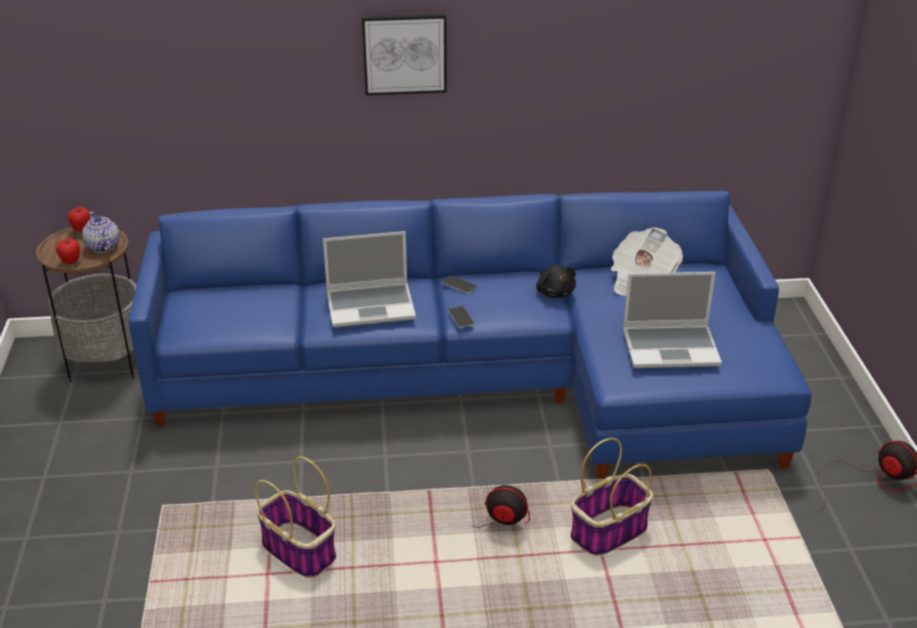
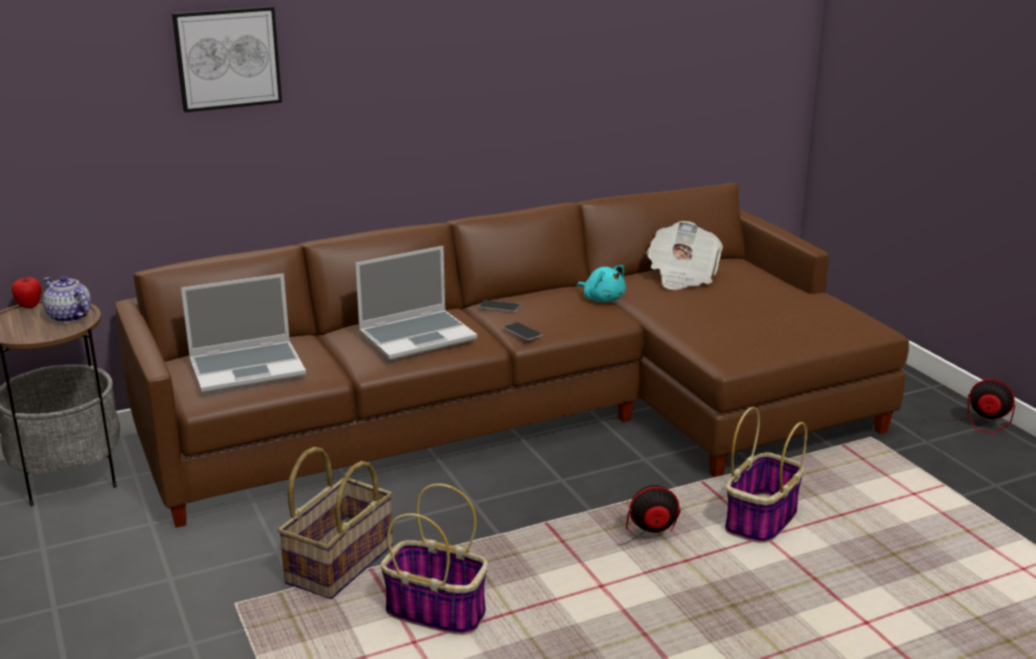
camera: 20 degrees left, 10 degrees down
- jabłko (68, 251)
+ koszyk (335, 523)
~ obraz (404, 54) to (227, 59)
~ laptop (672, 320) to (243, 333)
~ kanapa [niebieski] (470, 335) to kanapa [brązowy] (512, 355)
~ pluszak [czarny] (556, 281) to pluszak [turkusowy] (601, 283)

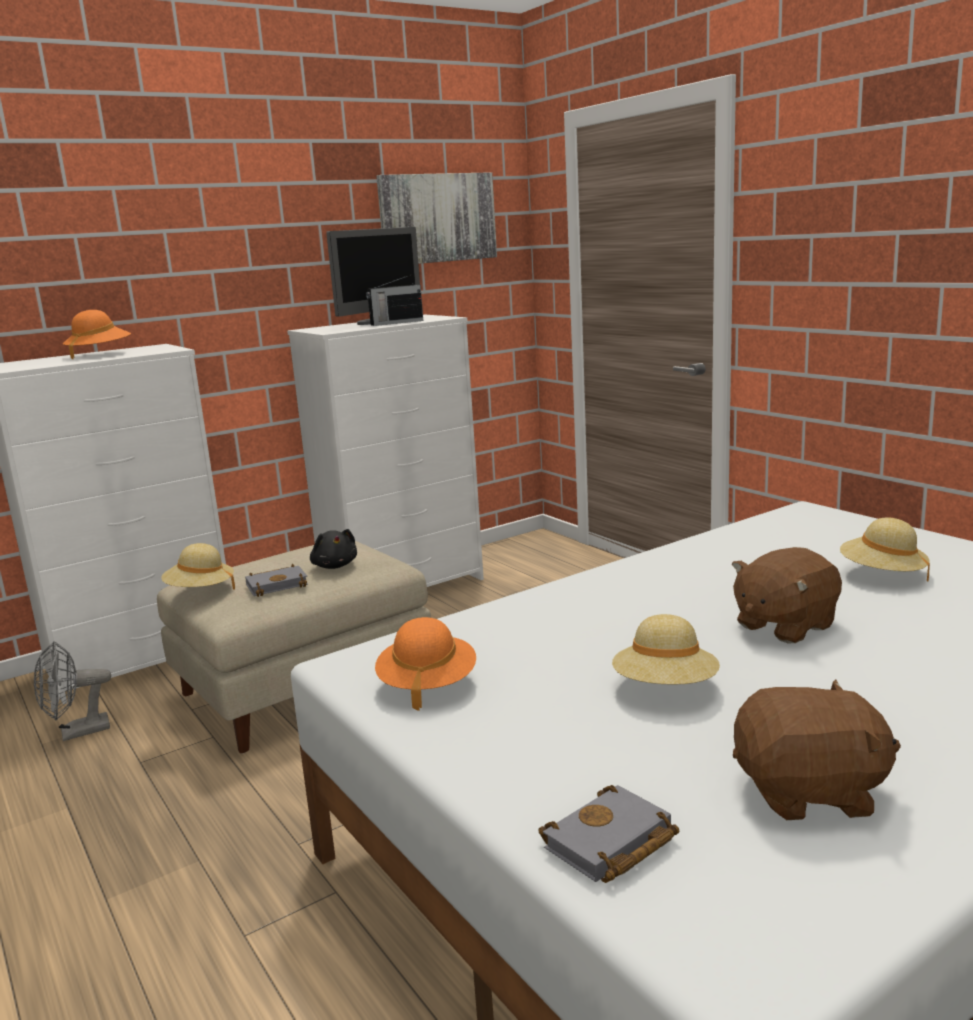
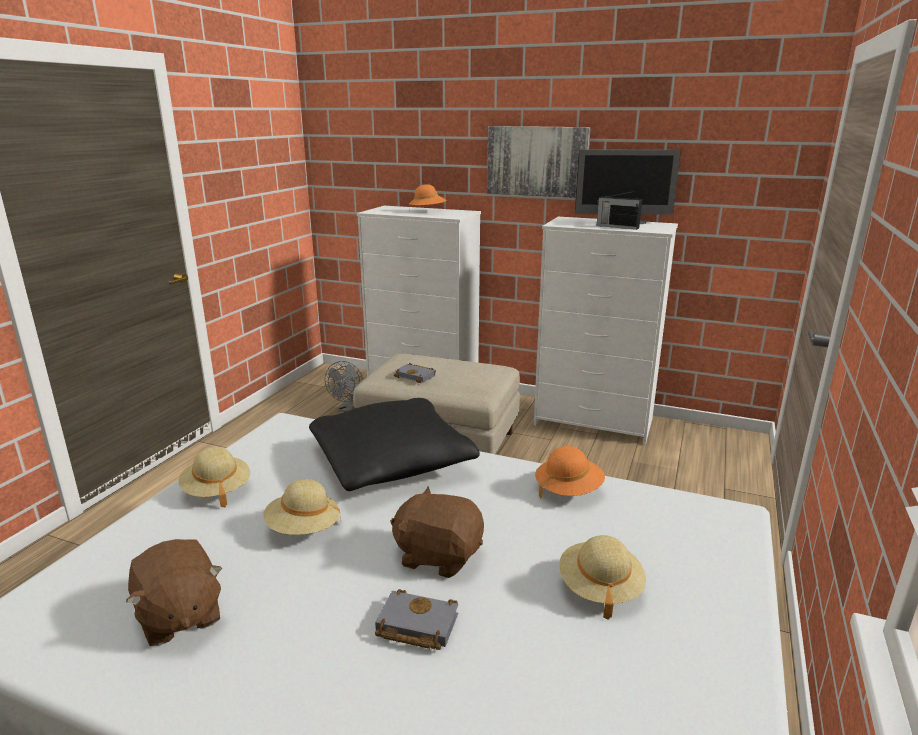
camera: 55 degrees right, 5 degrees up
- pluszak [czarny] (333, 549)
+ poduszka [czarny] (394, 444)
~ kapelusz [beżowy] (198, 566) to (214, 477)
~ kapelusz [pomarańczowy] (425, 664) to (570, 472)
~ obraz (436, 218) to (539, 162)
~ książka [szary] (609, 834) to (416, 619)
~ wentylator [szary] (72, 691) = (344, 386) 105 degrees counterclockwise

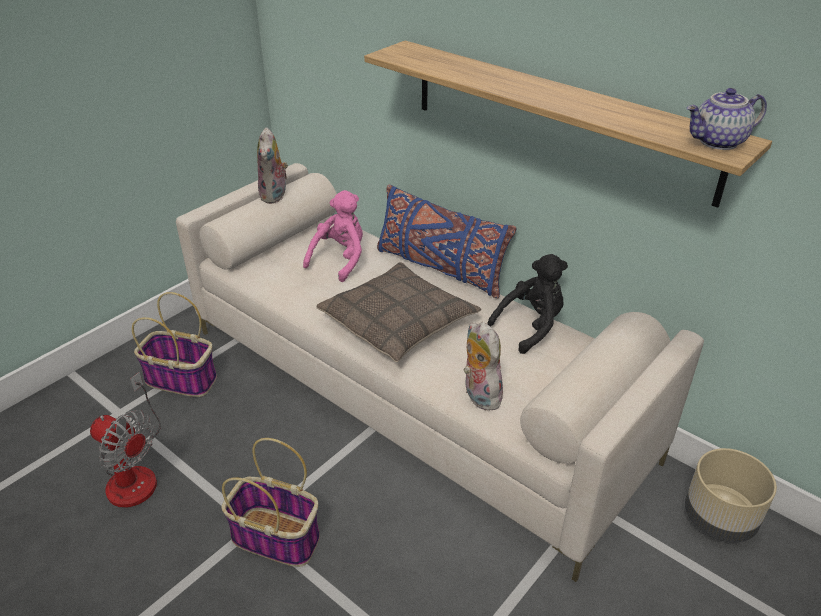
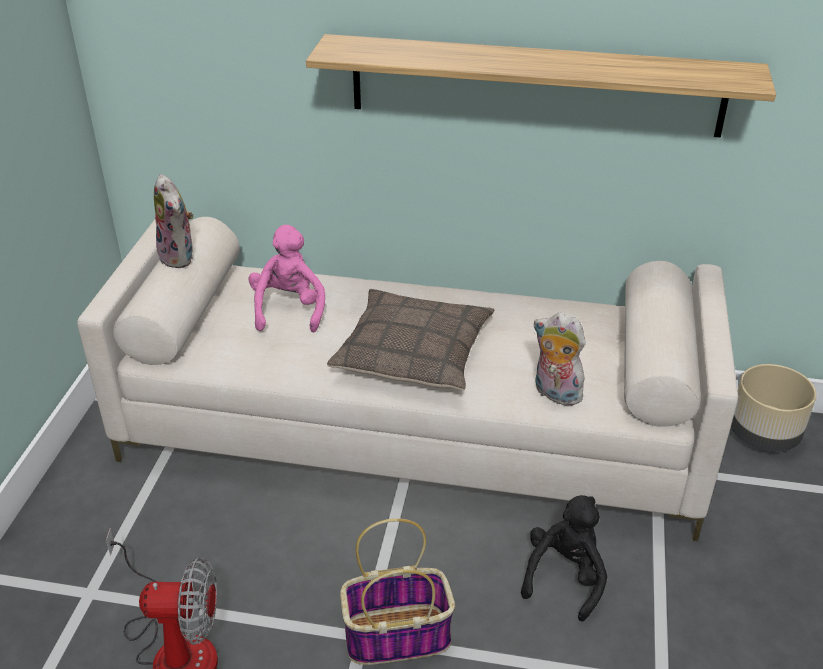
camera: 30 degrees left, 0 degrees up
- koszyk (174, 344)
- poduszka [niebieski] (447, 242)
- imbryk (726, 119)
~ pluszak [czarny] (527, 304) to (564, 558)

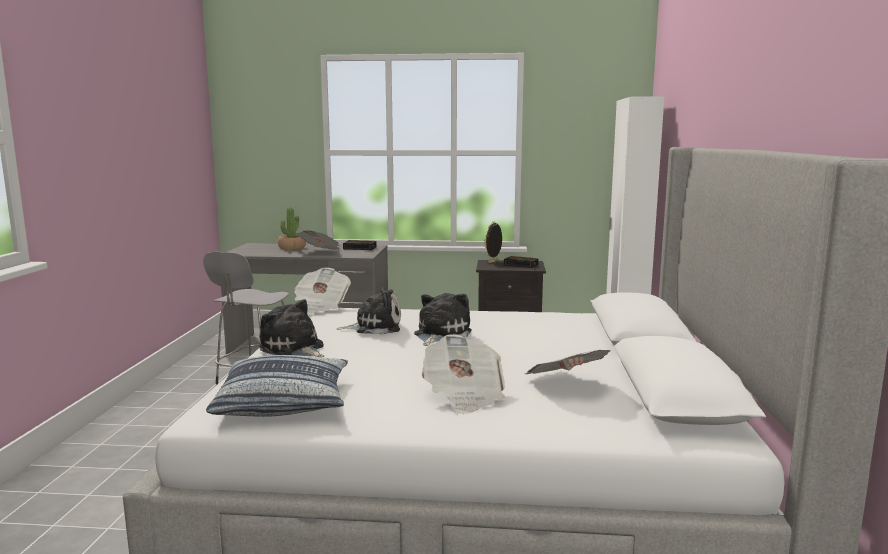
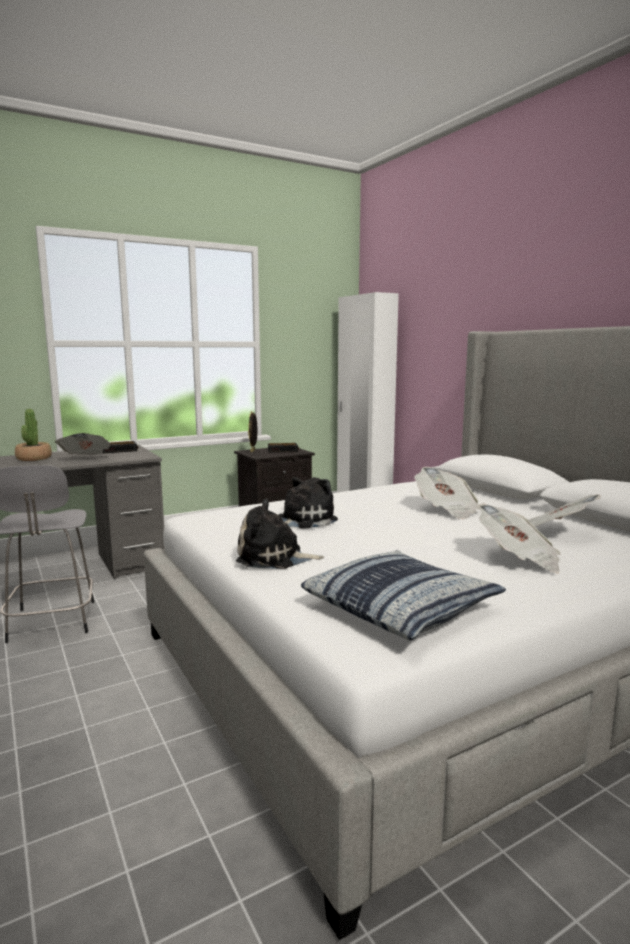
camera: 35 degrees left, 0 degrees up
- pluszak (443, 319)
~ gazeta (322, 291) to (447, 493)

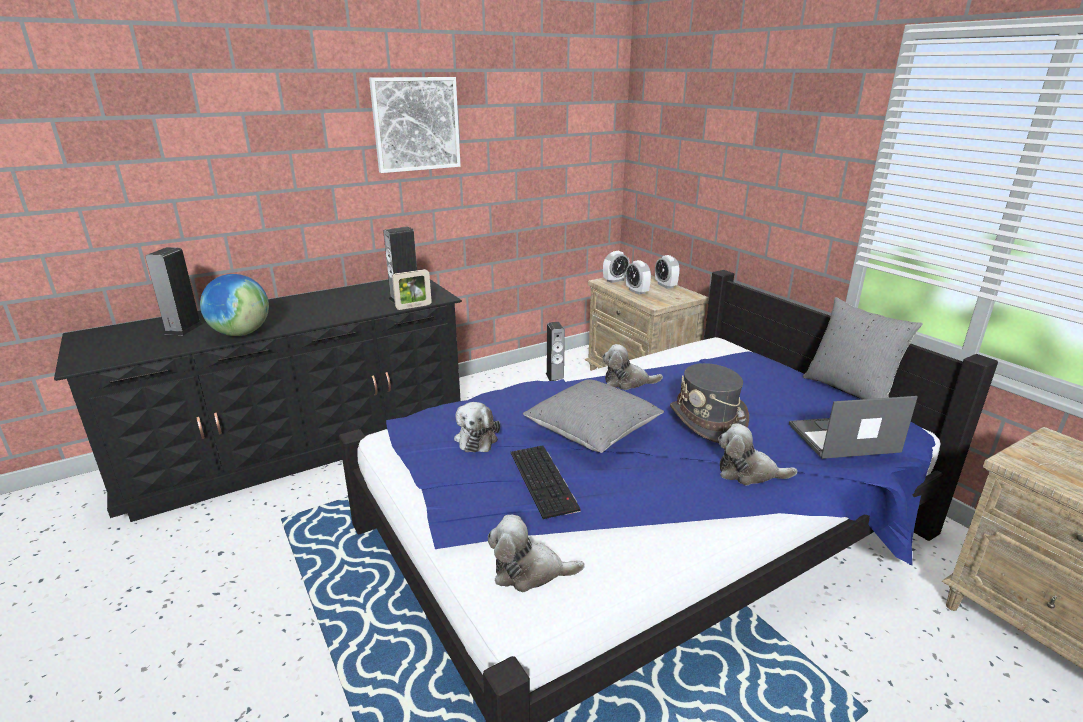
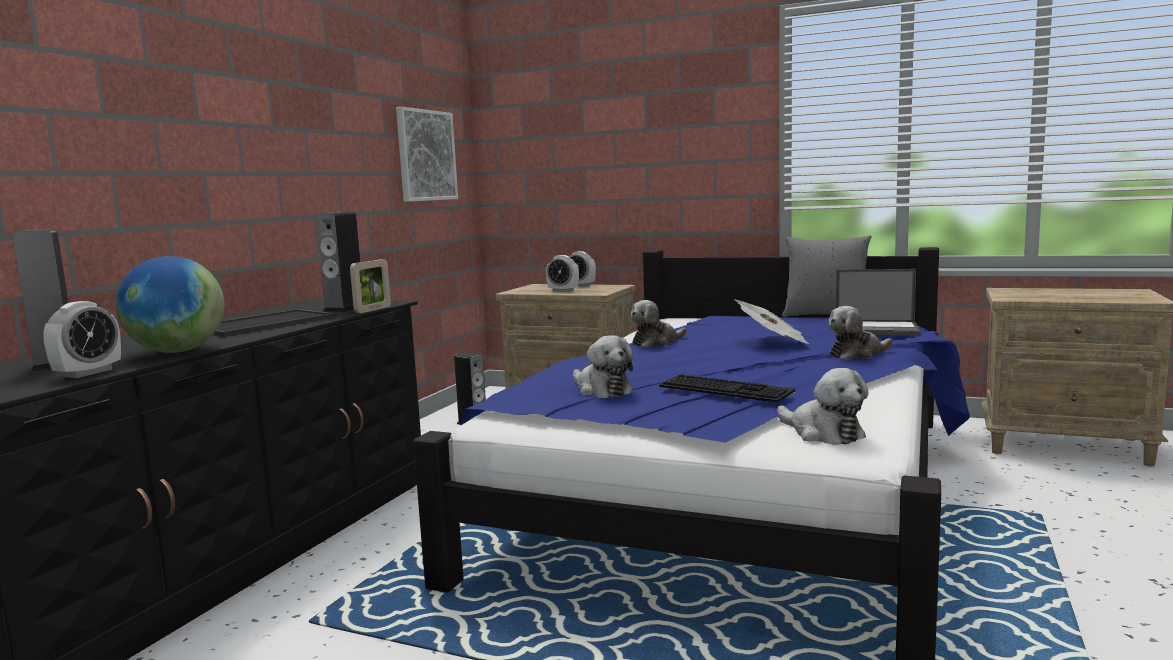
camera: 35 degrees left, 15 degrees down
- poduszka [szary] (593, 416)
+ taca (274, 323)
~ obraz (415, 125) to (427, 154)
~ budzik (616, 267) to (82, 339)
~ kapelusz [szary] (709, 403) to gazeta (771, 321)
~ pluszak (536, 553) = (823, 406) 90 degrees counterclockwise
~ laptop (853, 427) = (878, 302) 120 degrees counterclockwise

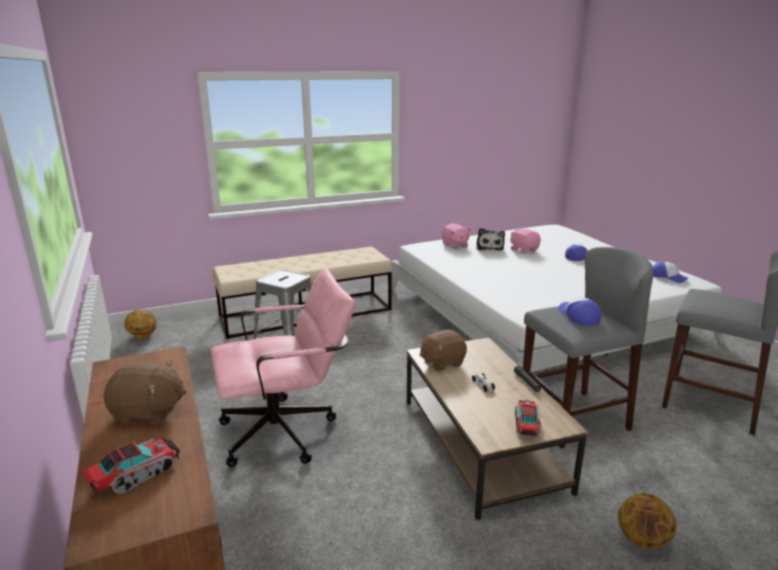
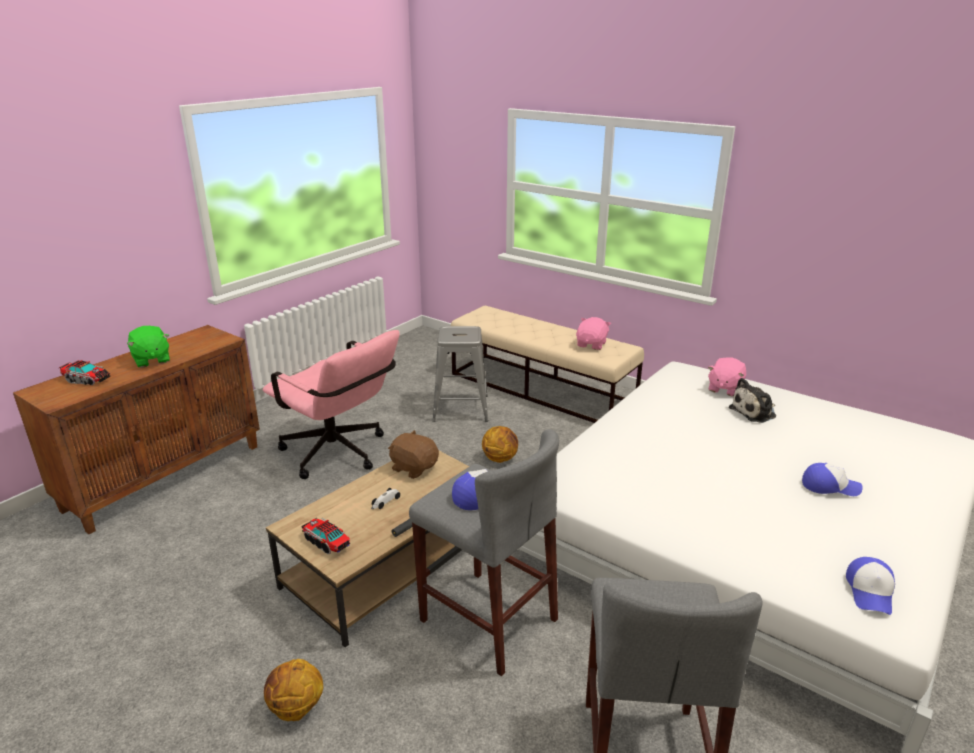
camera: 60 degrees right, 5 degrees up
~ piłka do koszykówki (140, 324) to (500, 444)
~ pluszak [różowy] (525, 240) to (593, 333)
~ pluszak [brązowy] (145, 392) to pluszak [zielony] (148, 347)
~ ciężarówka zabawkowa (528, 418) = (325, 536) 120 degrees counterclockwise

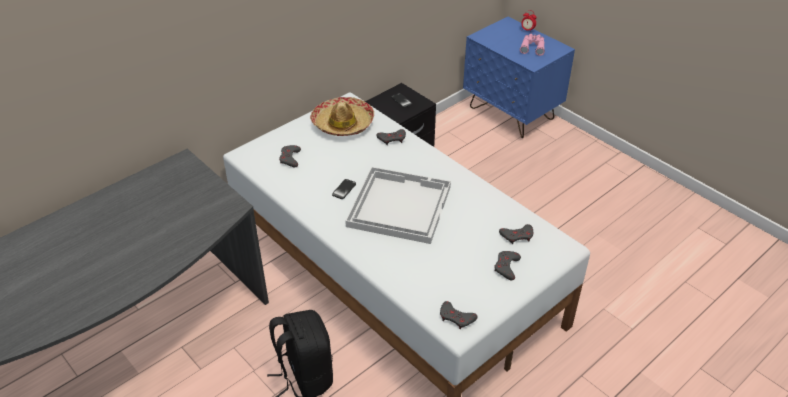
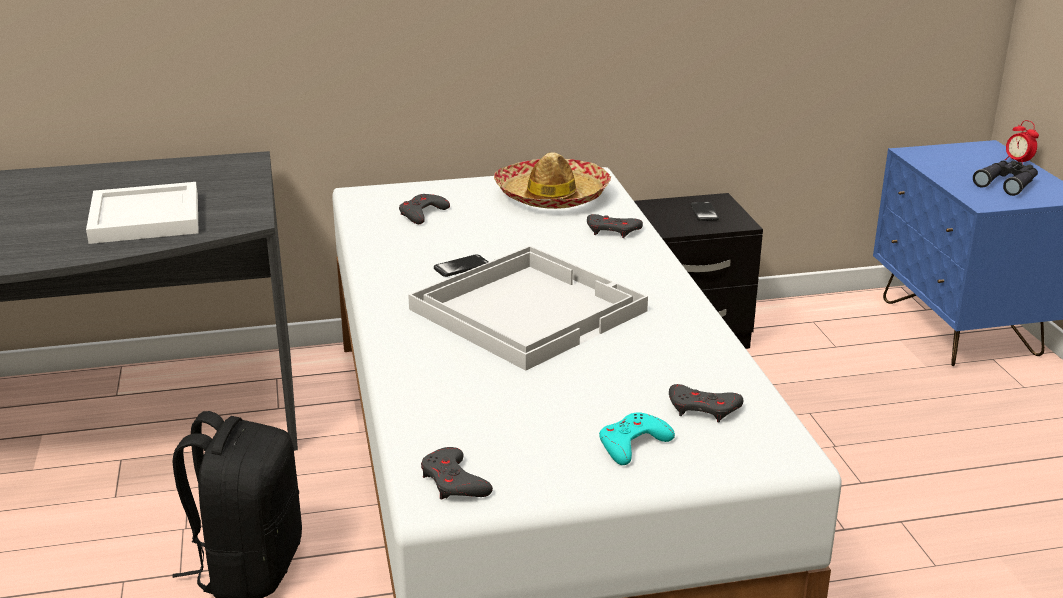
camera: 30 degrees right, 15 degrees down
+ taca [biały] (142, 213)
~ pad do gier [szary] (507, 265) to pad do gier [turkusowy] (637, 438)
~ lornetka [różowy] (532, 45) to lornetka [czarny] (1005, 178)

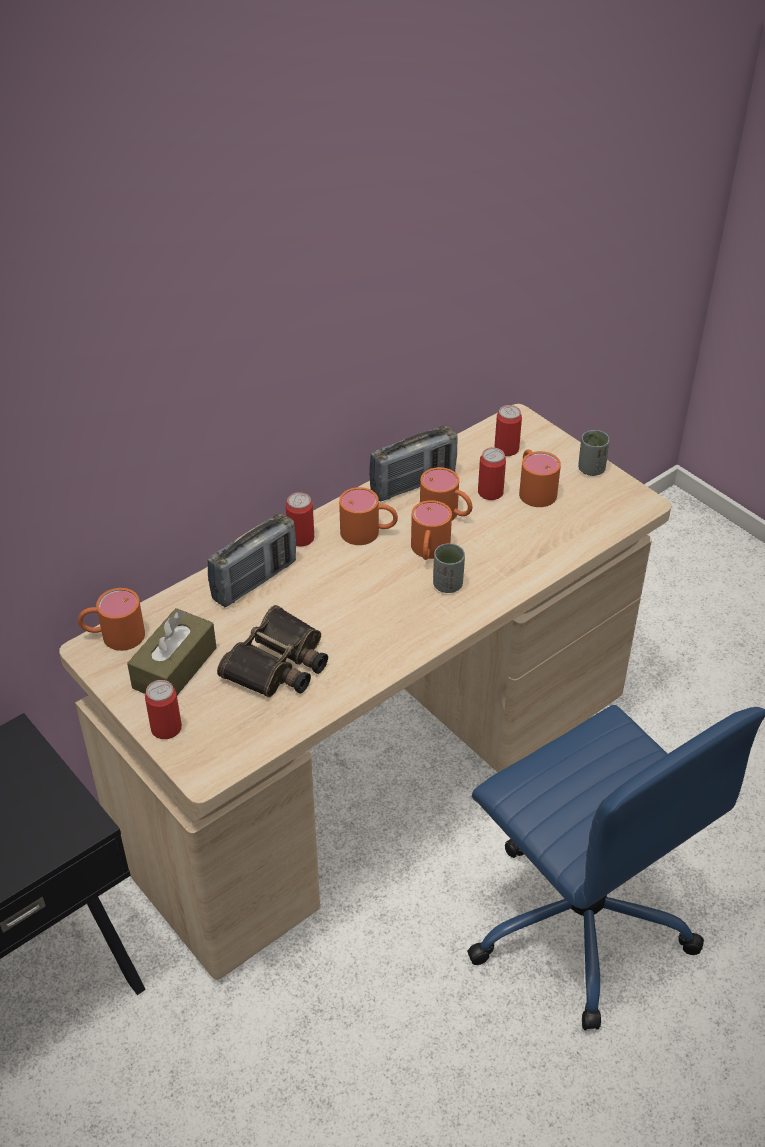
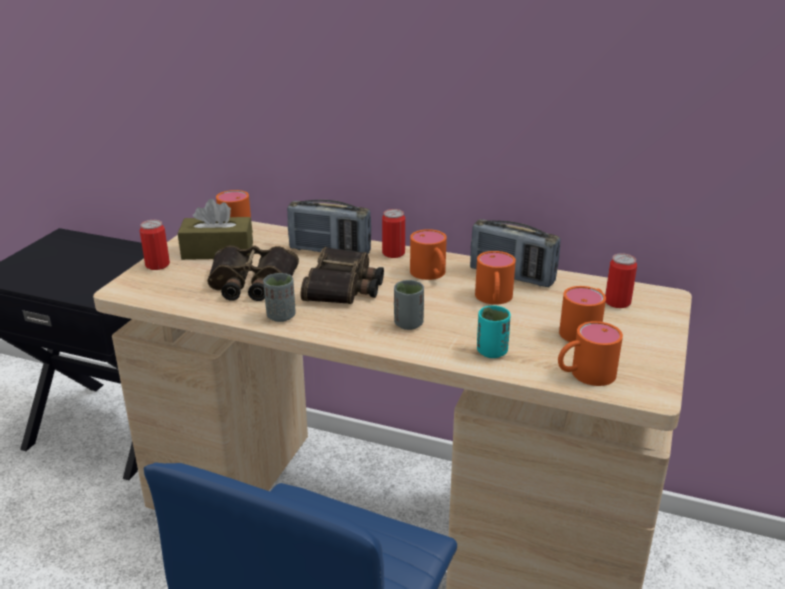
camera: 60 degrees right, 15 degrees down
- puszka (492, 474)
+ lornetka (342, 275)
+ filiżanka [turkusowy] (494, 331)
~ kubek [pomarańczowy] (431, 530) to (590, 353)
~ filiżanka [szary] (594, 453) to (279, 297)

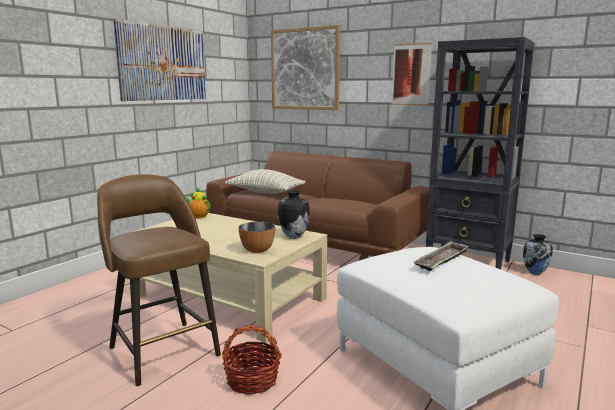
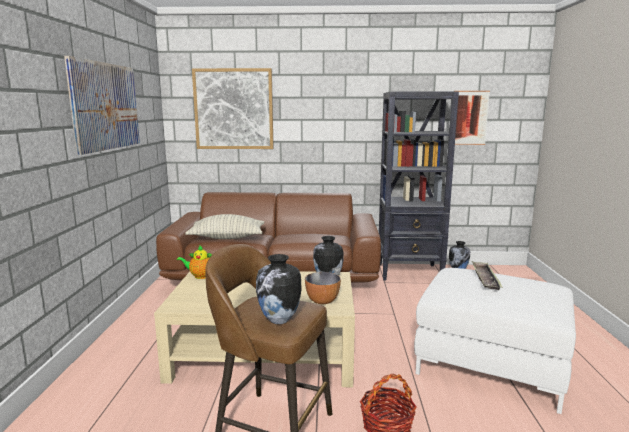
camera: 30 degrees left, 0 degrees up
+ wazon (278, 289)
~ obraz (411, 74) to (472, 118)

